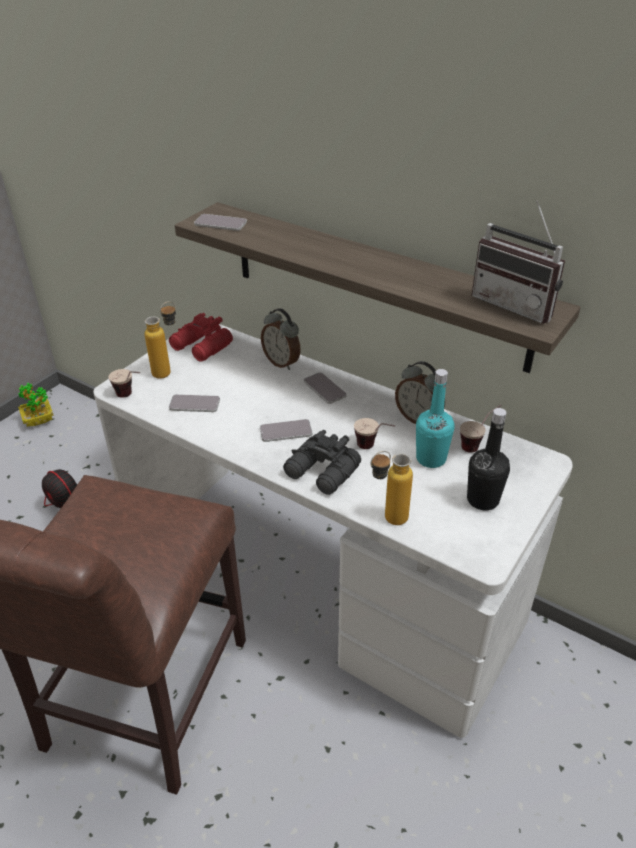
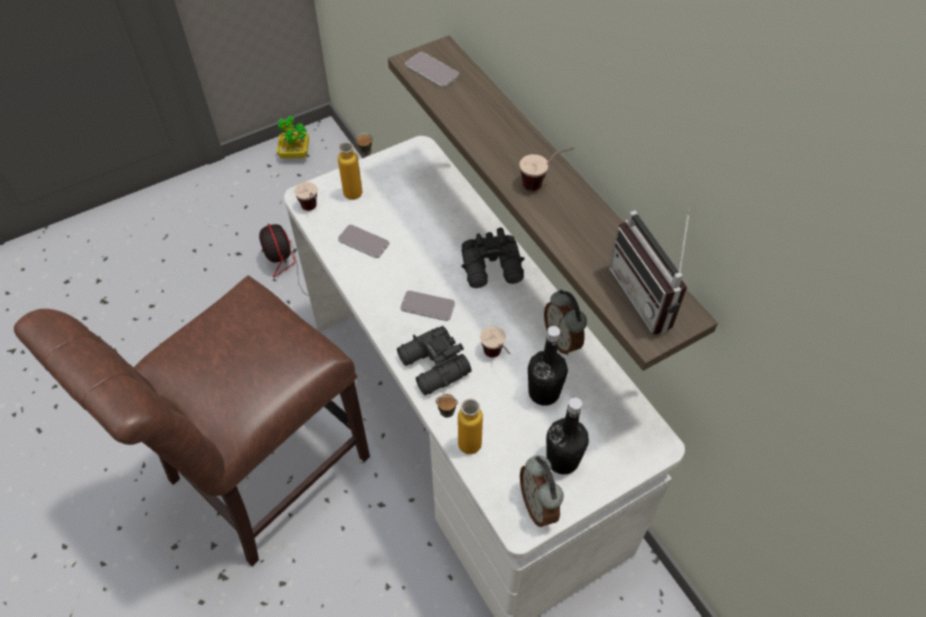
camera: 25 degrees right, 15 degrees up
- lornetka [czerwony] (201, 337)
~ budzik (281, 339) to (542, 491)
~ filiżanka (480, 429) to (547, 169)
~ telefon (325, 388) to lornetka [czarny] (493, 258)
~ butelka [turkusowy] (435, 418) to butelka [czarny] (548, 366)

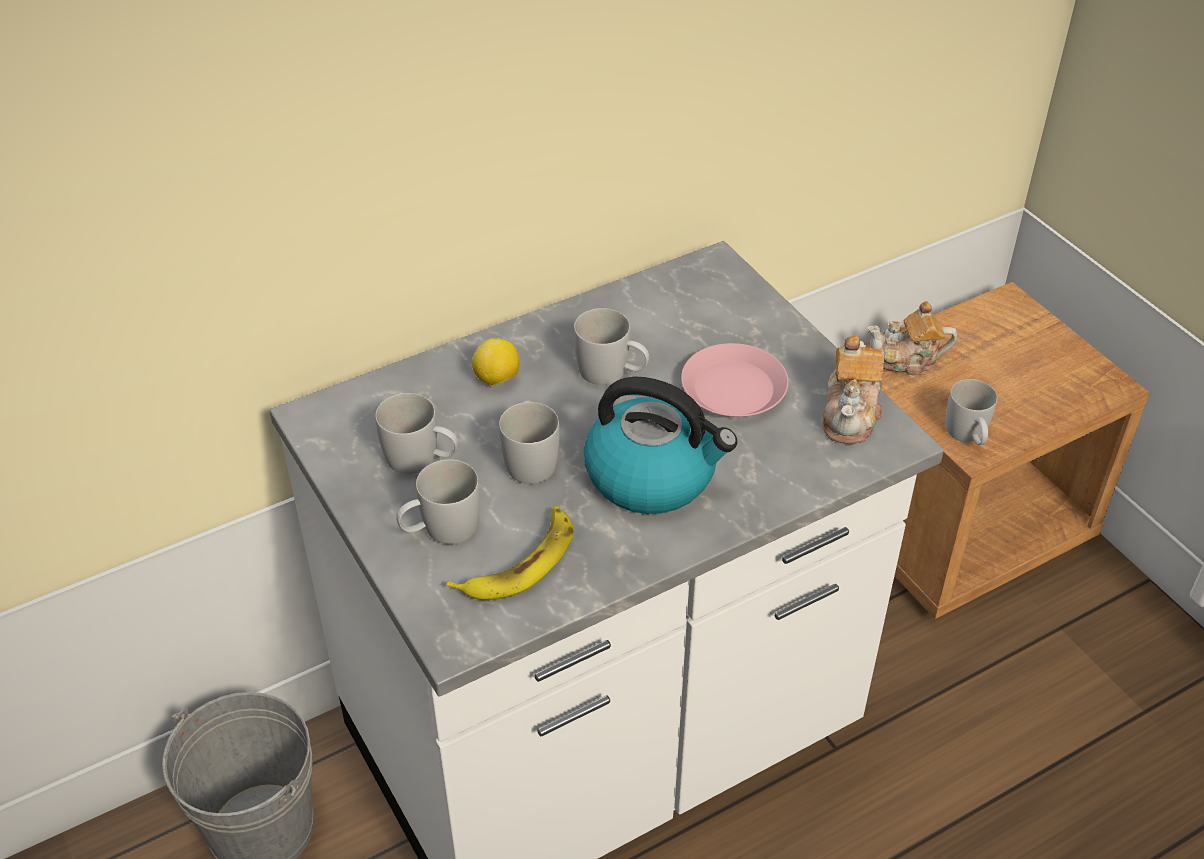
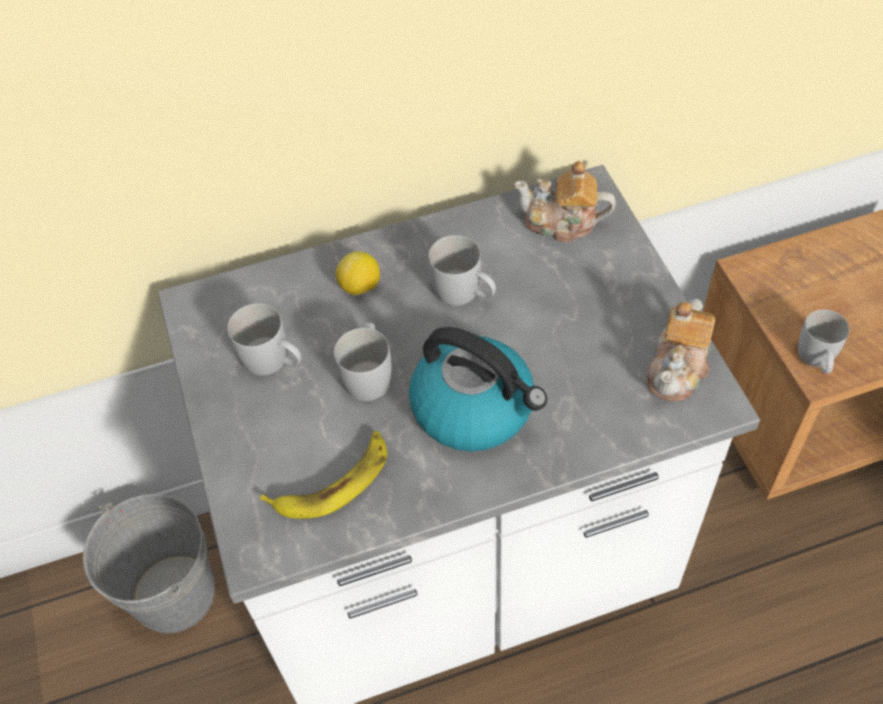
camera: 15 degrees right, 10 degrees up
- kubek [biały] (438, 501)
- talerz [różowy] (735, 380)
~ imbryk (912, 338) to (565, 202)

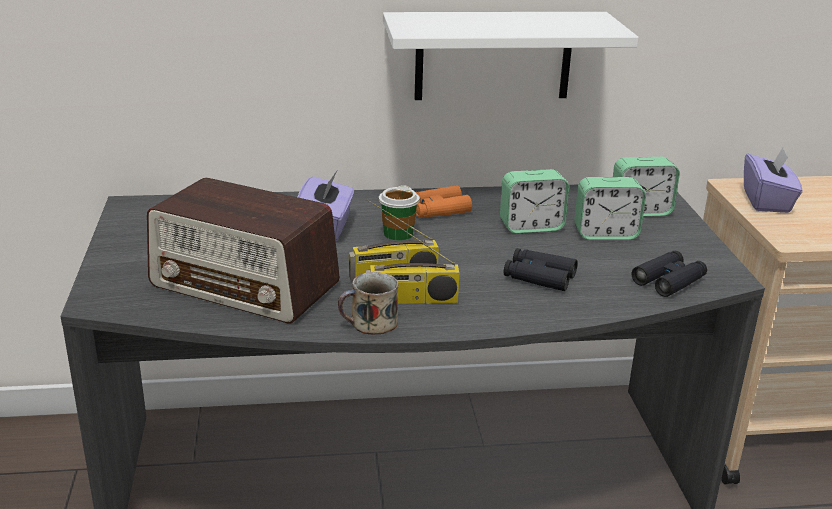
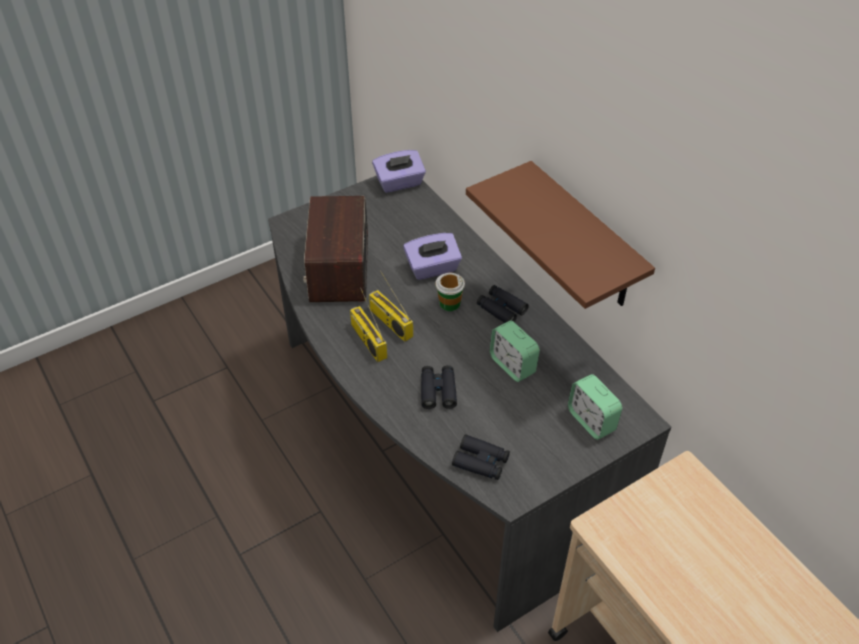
camera: 65 degrees right, 20 degrees up
- kubek (368, 303)
- budzik (610, 208)
~ pudełko chusteczek [fioletowy] (773, 180) to (399, 171)
~ półka [biały] (511, 56) to półka [brązowy] (560, 235)
~ lornetka [pomarańczowy] (443, 201) to lornetka [czarny] (503, 304)

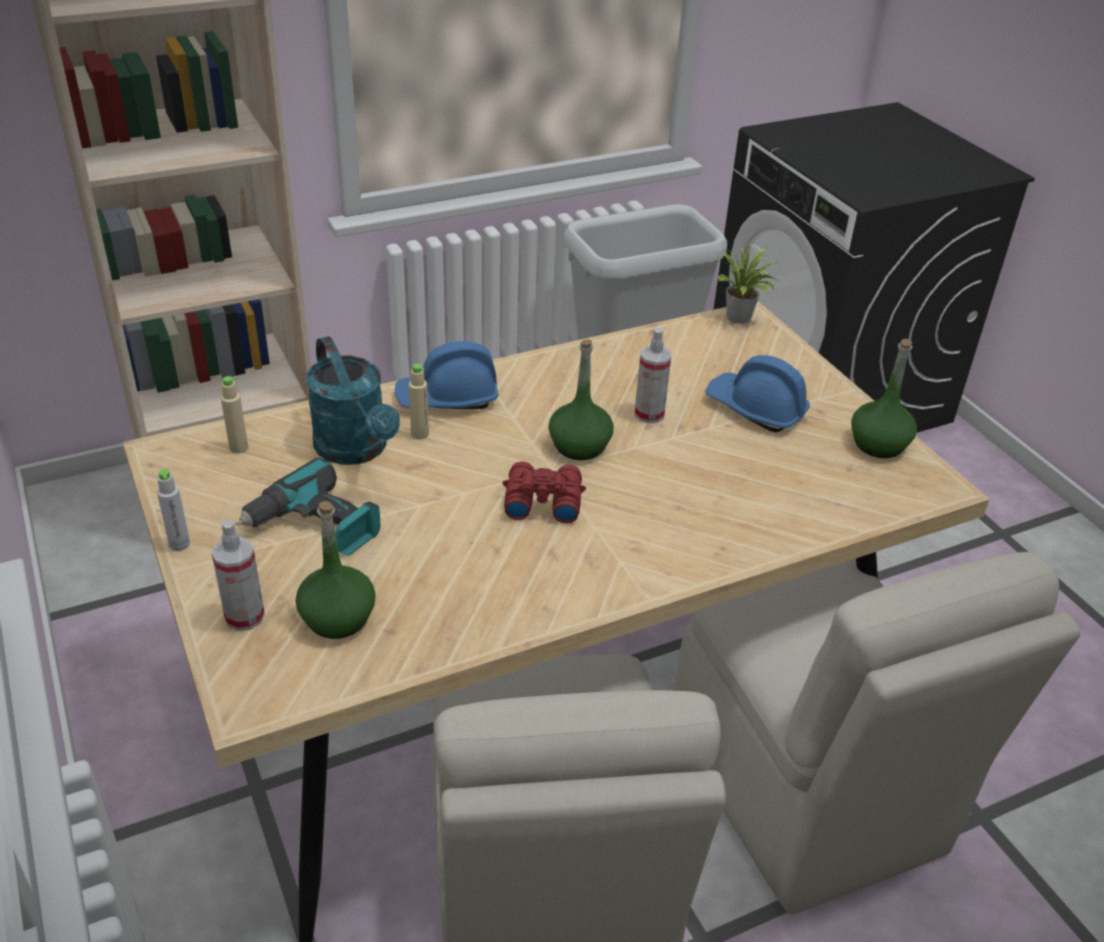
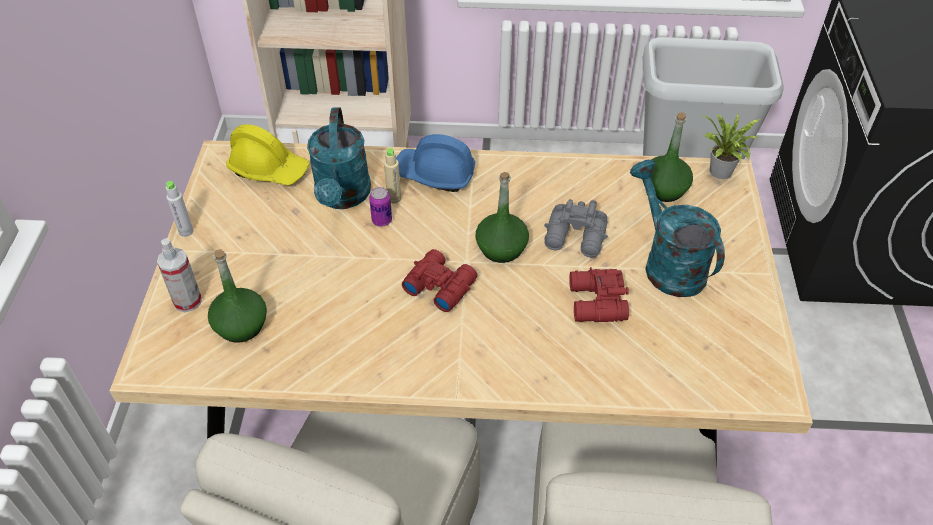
camera: 30 degrees right, 10 degrees up
- wiertarka (308, 507)
+ puszka (380, 206)
+ lornetka [czerwony] (599, 294)
~ butelka [zielony] (884, 398) to (667, 157)
~ butelka [beżowy] (234, 415) to kask [żółty] (267, 154)
~ spryskiwacz (653, 375) to lornetka [szary] (576, 228)
~ kask [niebieski] (757, 393) to konewka [turkusowy] (677, 228)

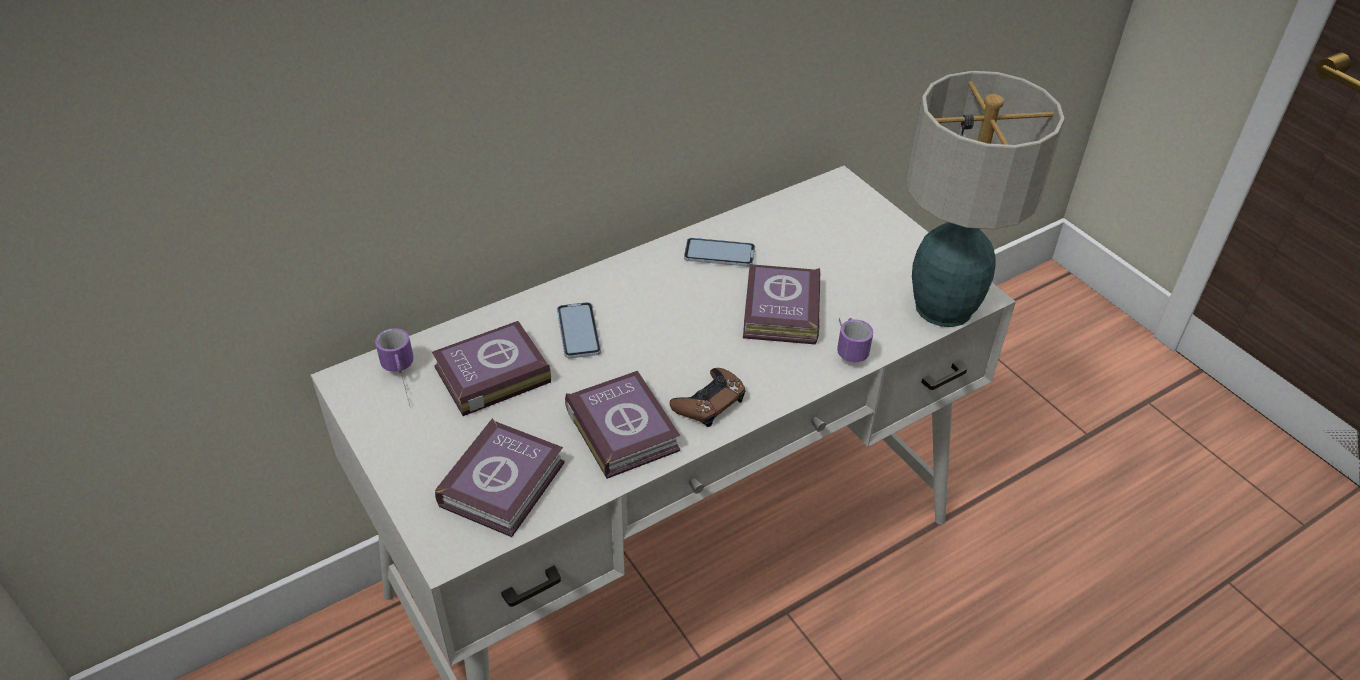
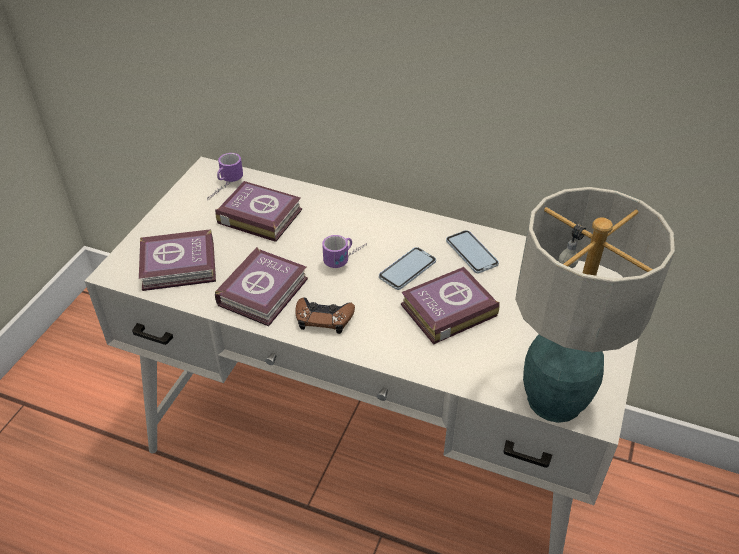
camera: 55 degrees right, 0 degrees up
~ telefon (579, 330) to (407, 268)
~ kubek (855, 340) to (344, 251)

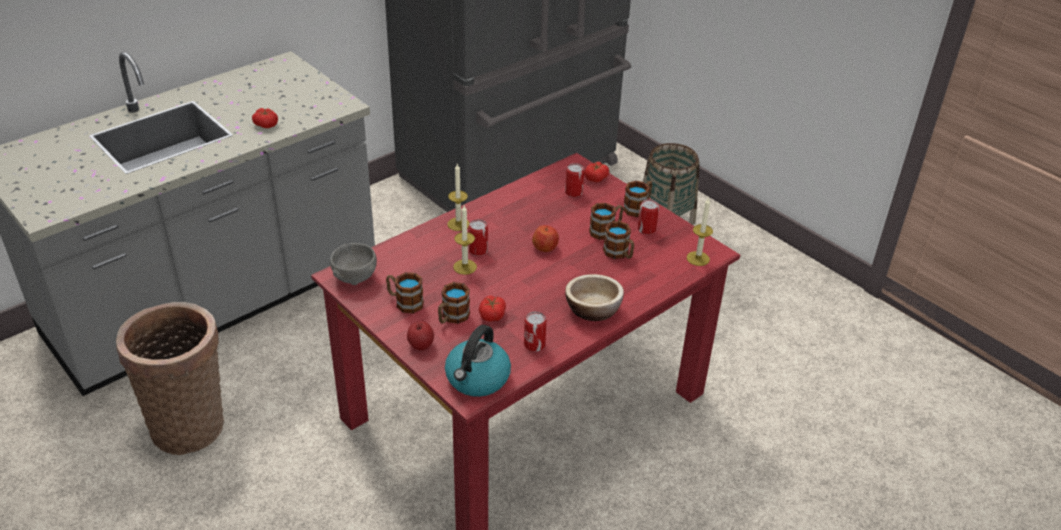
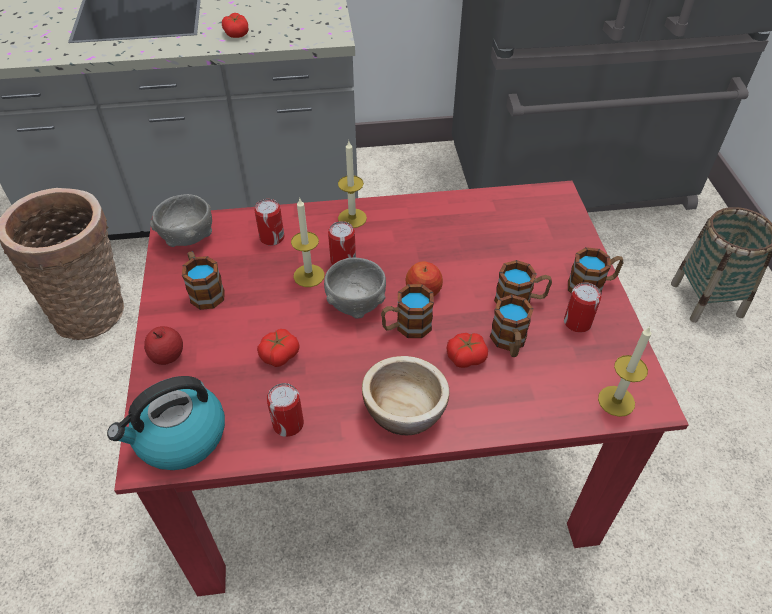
camera: 35 degrees right, 10 degrees up
+ miska [szary] (355, 288)
~ kubek (454, 303) to (407, 311)
~ puszka (575, 180) to (269, 222)
~ pomidor (596, 172) to (467, 350)

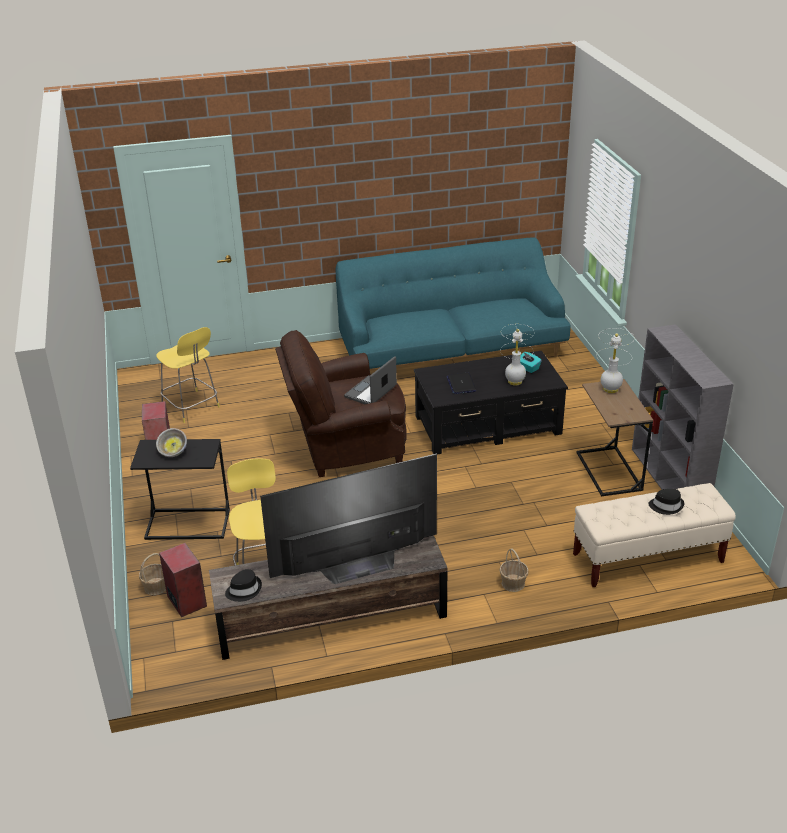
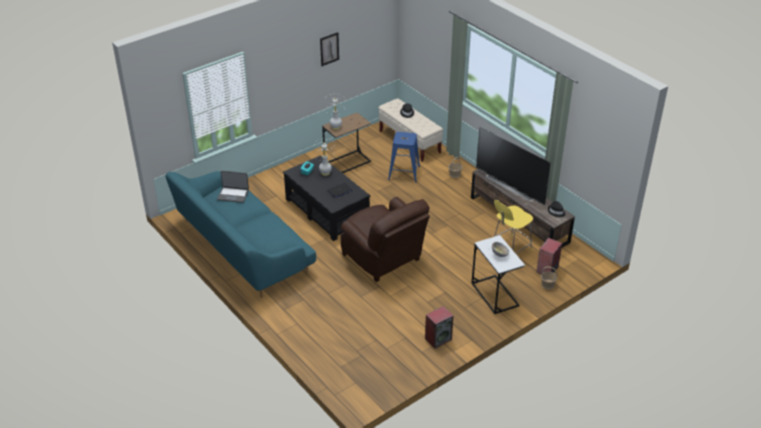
camera: 115 degrees left, 5 degrees up
- stołek [żółty] (188, 375)
- regał [szary] (683, 407)
+ obraz (329, 49)
+ stołek [niebieski] (404, 157)
~ laptop (370, 380) to (233, 187)
~ stolik [czarny] (180, 489) to stolik [biały] (498, 274)

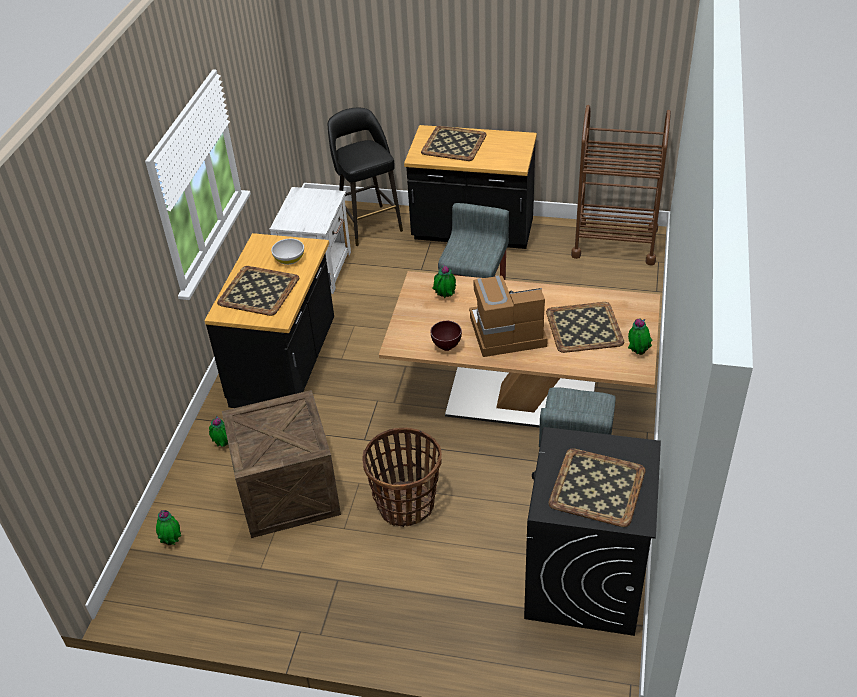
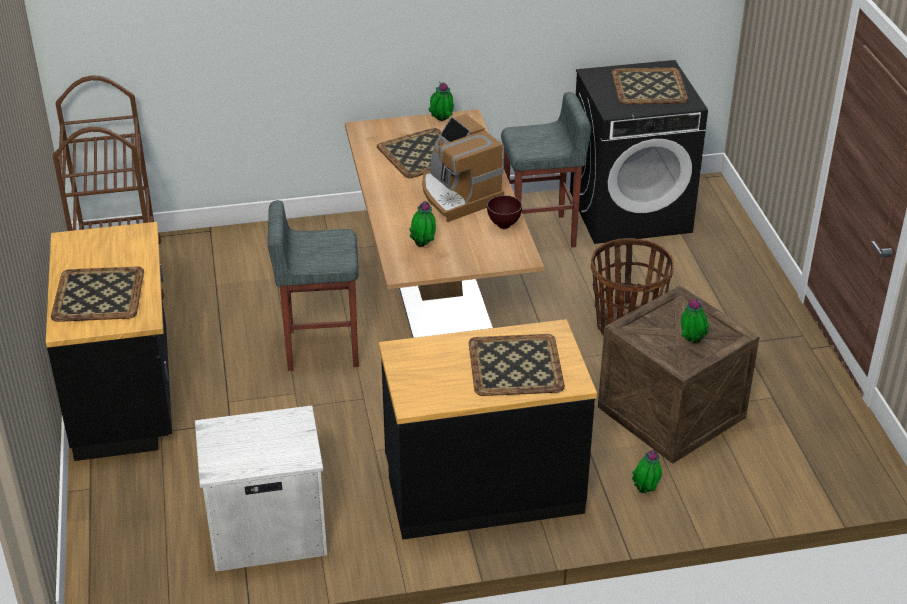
camera: 115 degrees left, 5 degrees down
- miska [biały] (287, 252)
- stołek [czarny] (365, 177)
~ roślina doniczkowa (168, 527) to (695, 321)

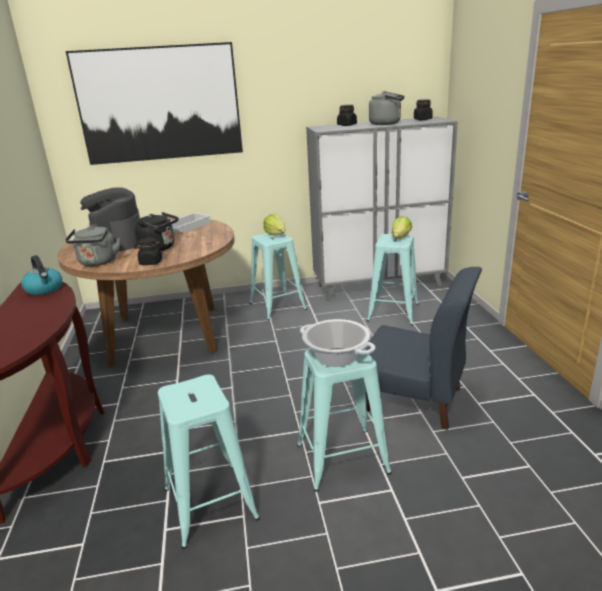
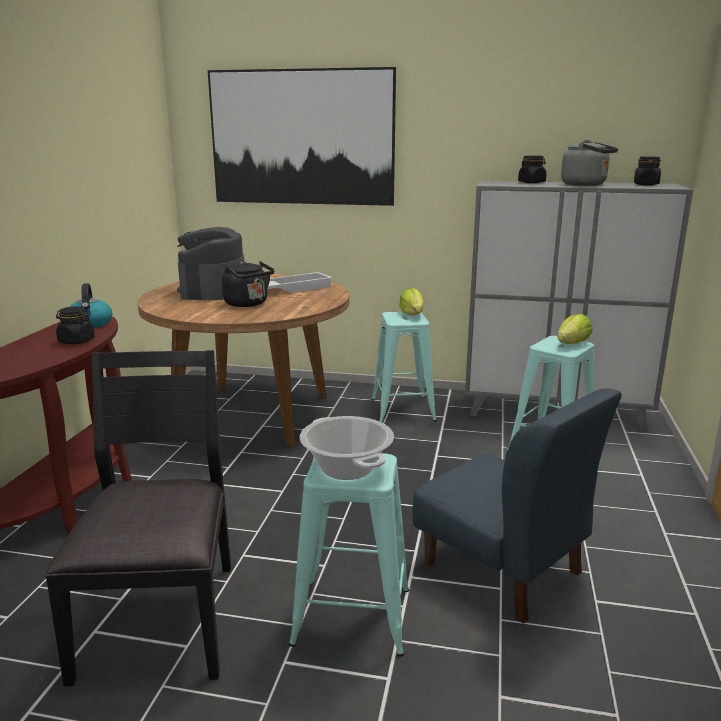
camera: 20 degrees right, 5 degrees down
- czajnik [szary] (93, 246)
~ słoik [czarny] (148, 251) to (75, 325)
~ stołek [turkusowy] (209, 461) to krzesło [czarny] (138, 518)

